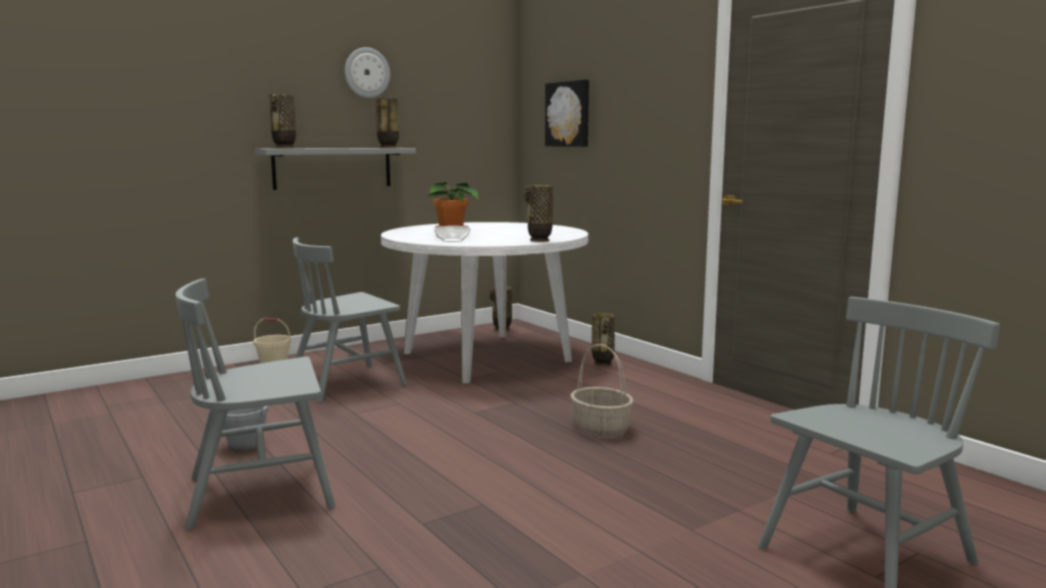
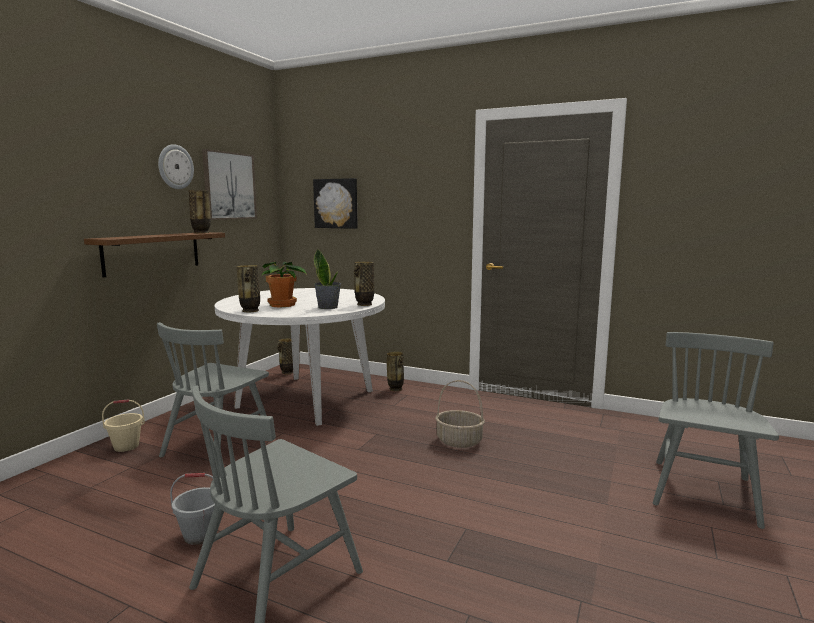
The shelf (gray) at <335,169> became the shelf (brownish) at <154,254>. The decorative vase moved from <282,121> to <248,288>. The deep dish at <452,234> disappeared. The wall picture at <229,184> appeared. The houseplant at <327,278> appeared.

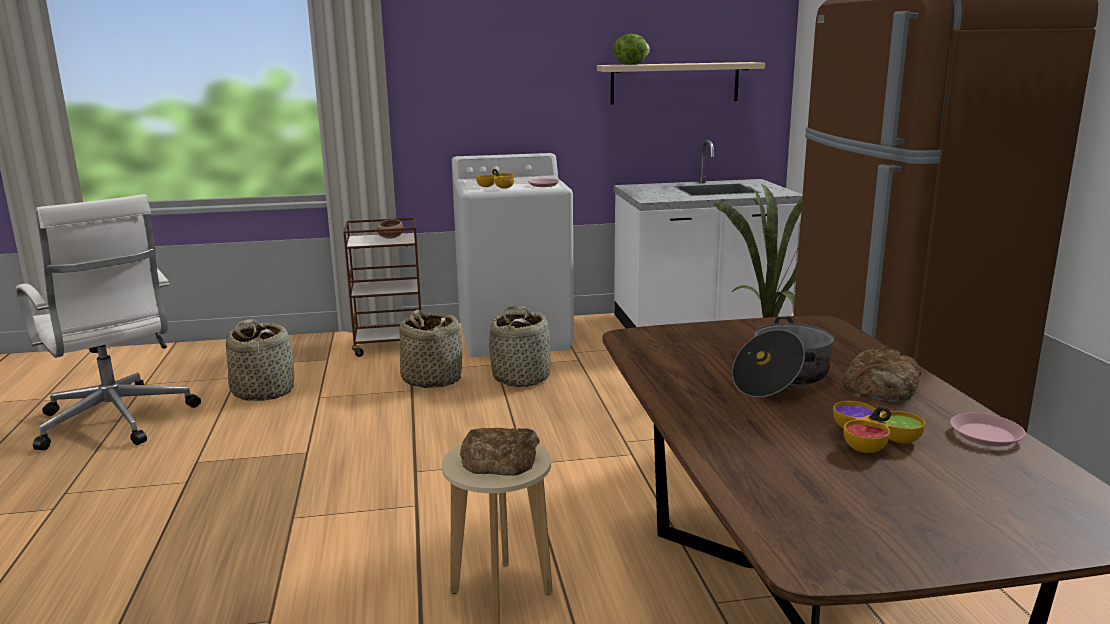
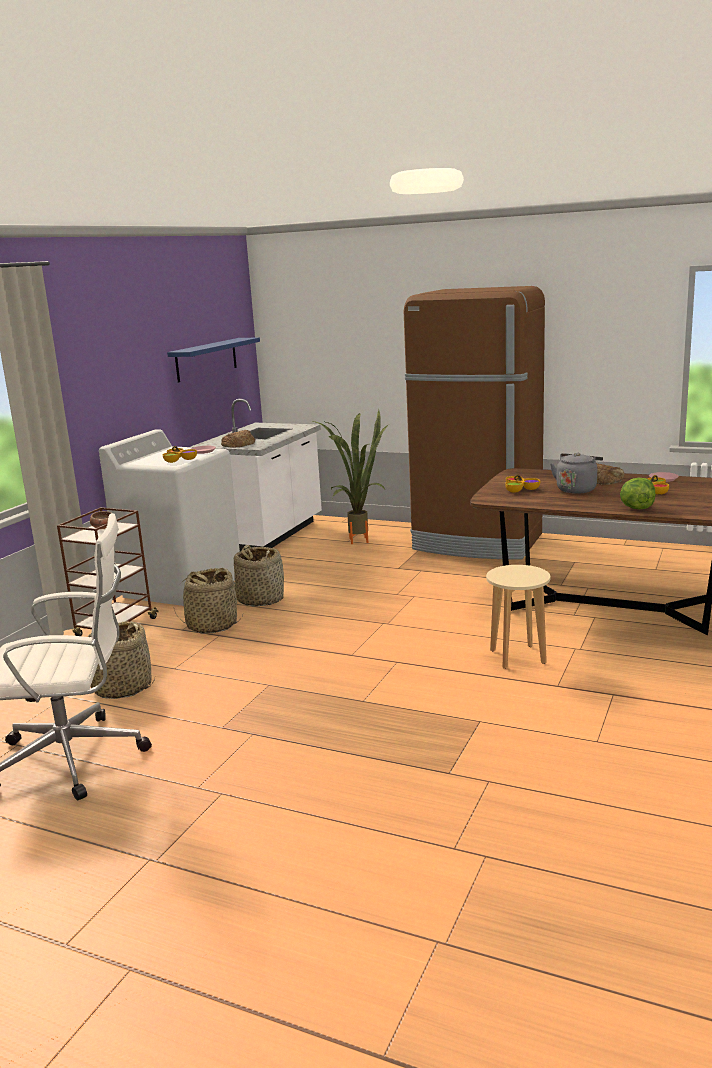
The baked bread moved from <500,452> to <238,438>. The shelf (beige) at <681,83> became the shelf (blue-coloured) at <213,360>. The lettuce head moved from <632,49> to <638,493>. The saucepot at <783,357> was replaced by the tea kettle (gray) at <576,473>. The deep dish at <522,484> appeared.

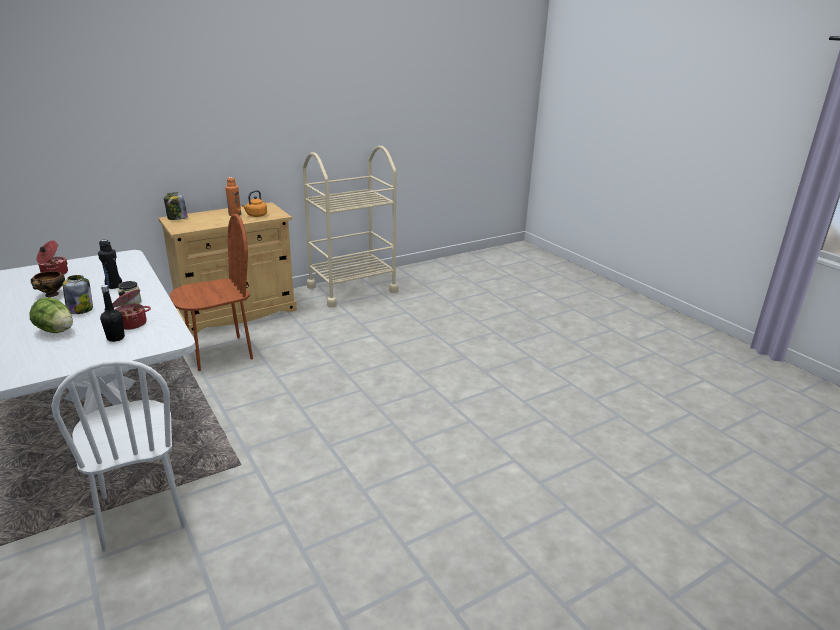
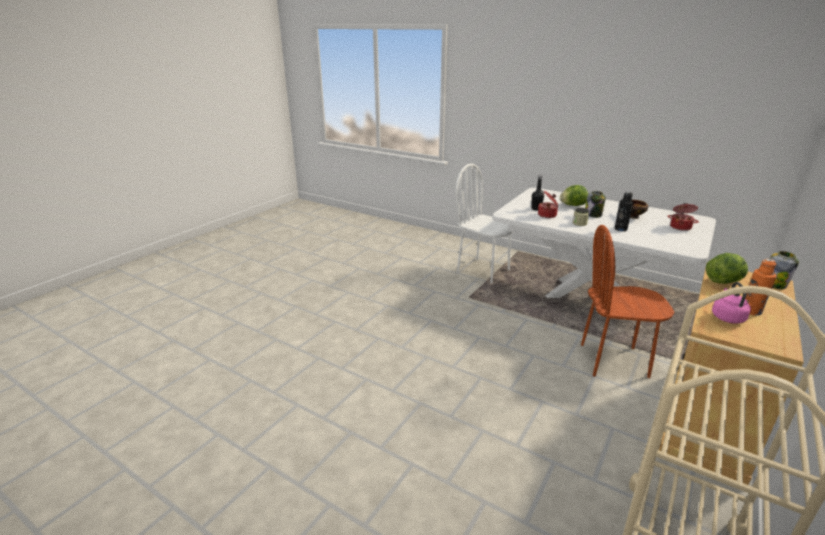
The upright chair (brownish) at <211,292> turned 60 degrees clockwise. The tea kettle (orange-coloured) at <254,203> became the tea kettle (pink-coloured) at <731,303>. The lettuce head at <727,268> appeared.

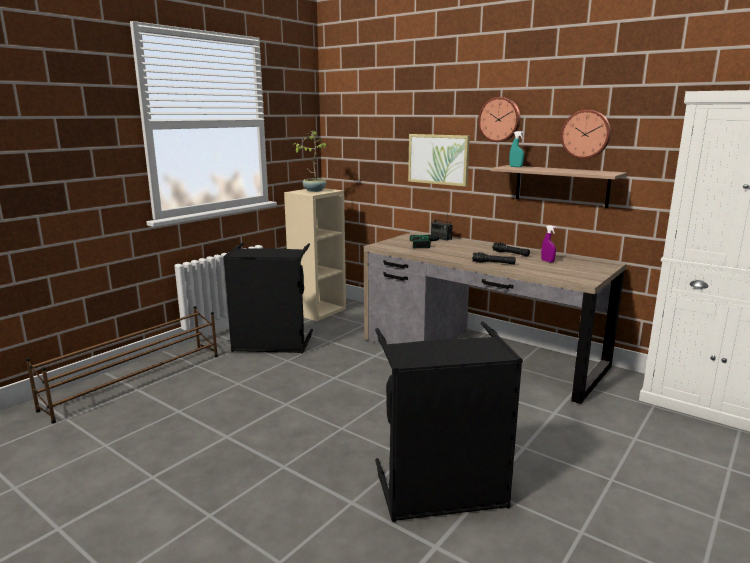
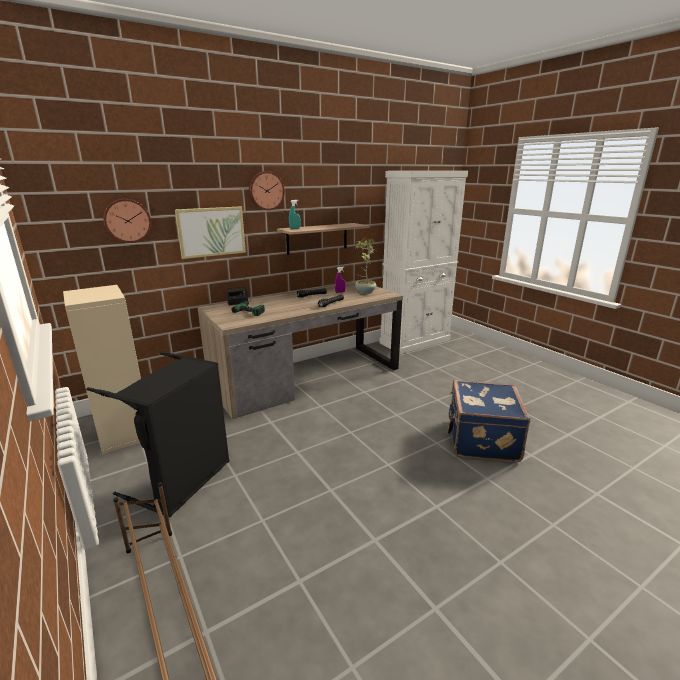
The houseplant moved from <310,161> to <365,266>. The washing basket (black-coloured) at <449,421> was replaced by the travel case (blue-coloured) at <489,421>. The hanging clock moved from <586,134> to <127,221>.

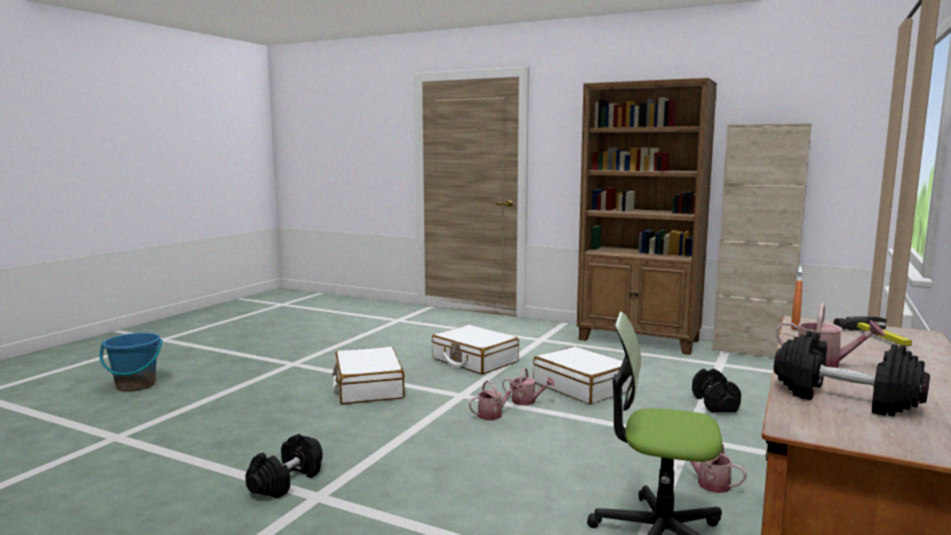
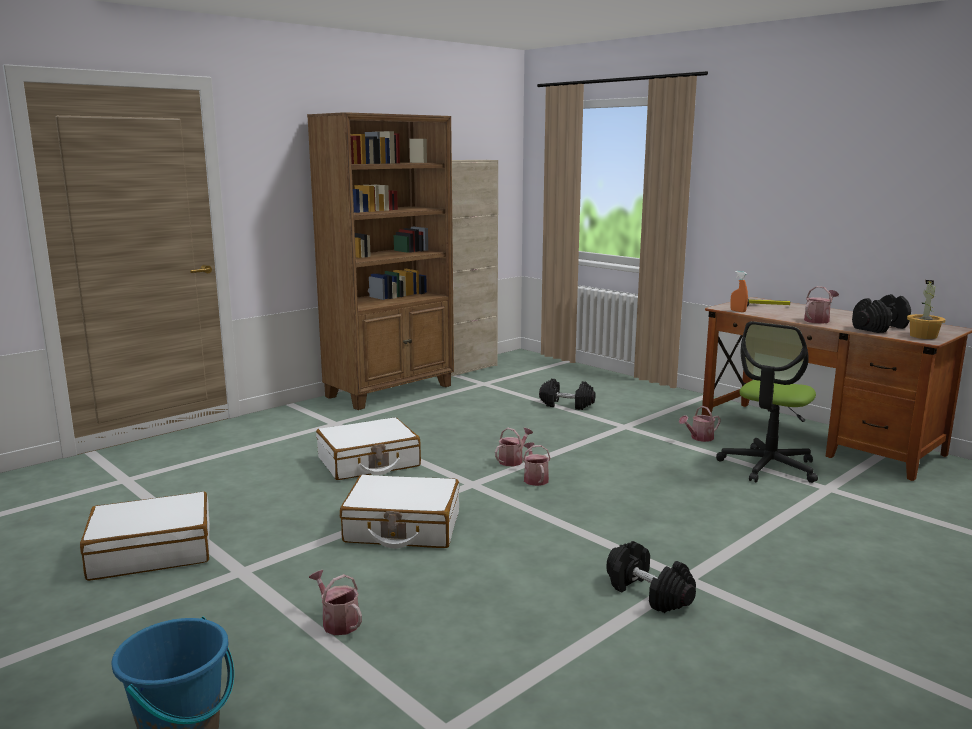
The travel case (white-coloured) moved from <582,375> to <145,536>. The sprinkling can at <335,602> appeared. The houseplant at <926,309> appeared.

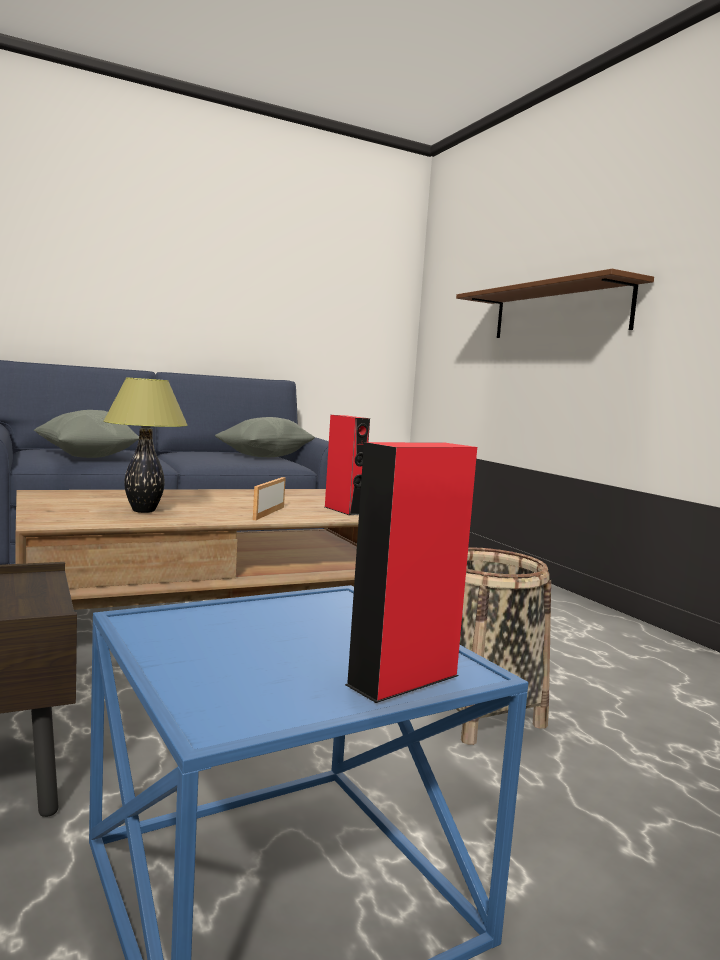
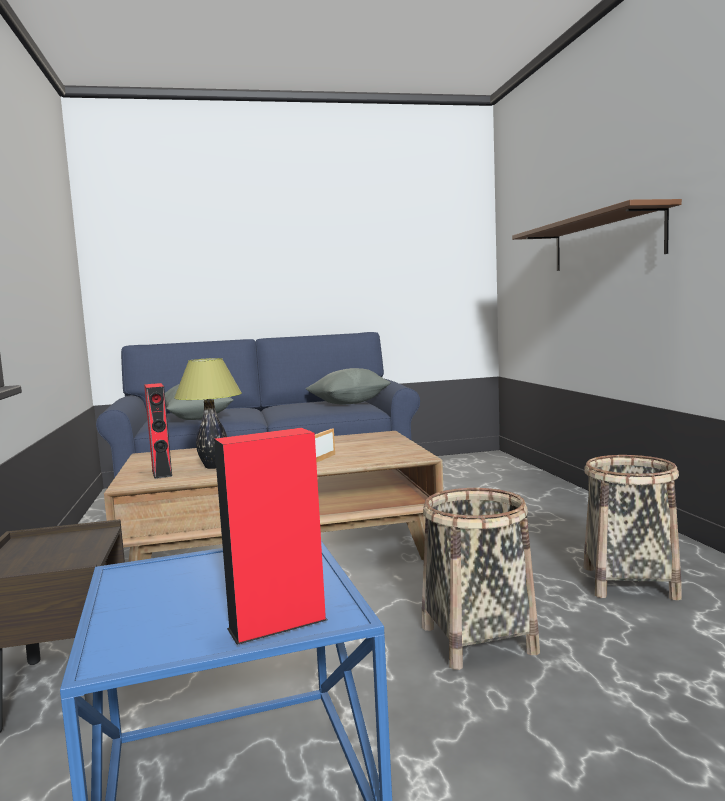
The audio speaker (reddish) moved from <347,465> to <158,431>. The basket at <633,527> appeared.

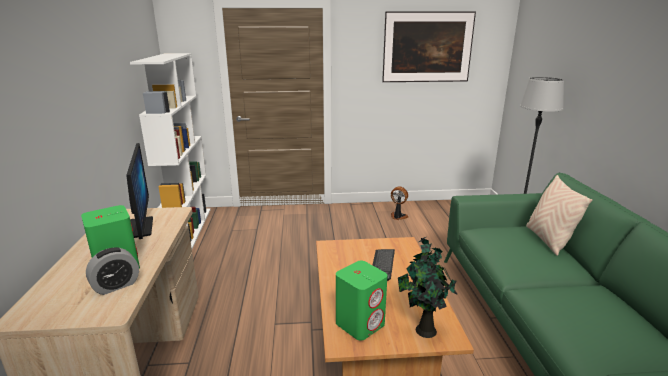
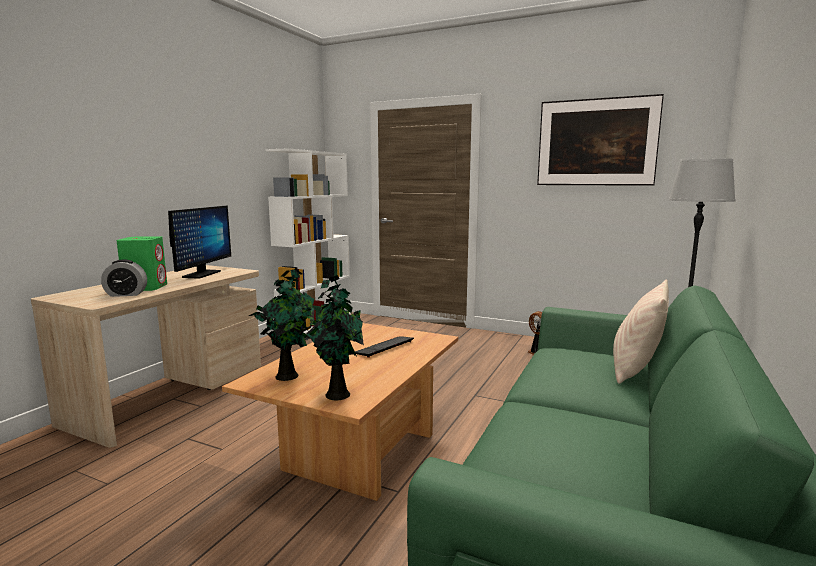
The audio speaker (green-coloured) at <361,301> was replaced by the houseplant at <282,325>.

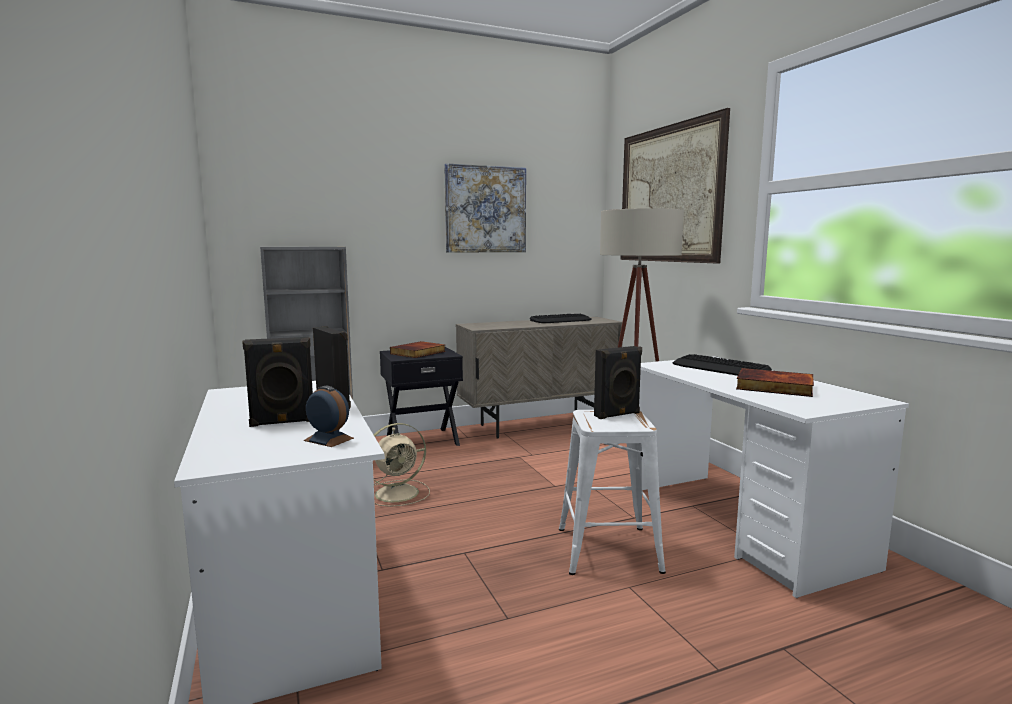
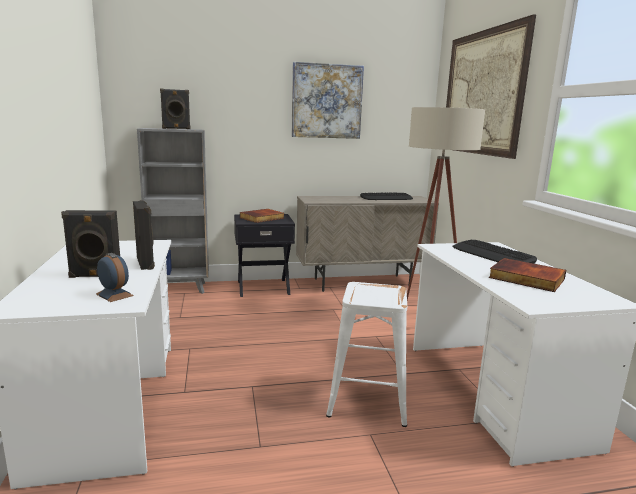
The cooling fan (beige) at <402,465> disappeared. The audio speaker (black-coloured) moved from <618,382> to <175,109>.

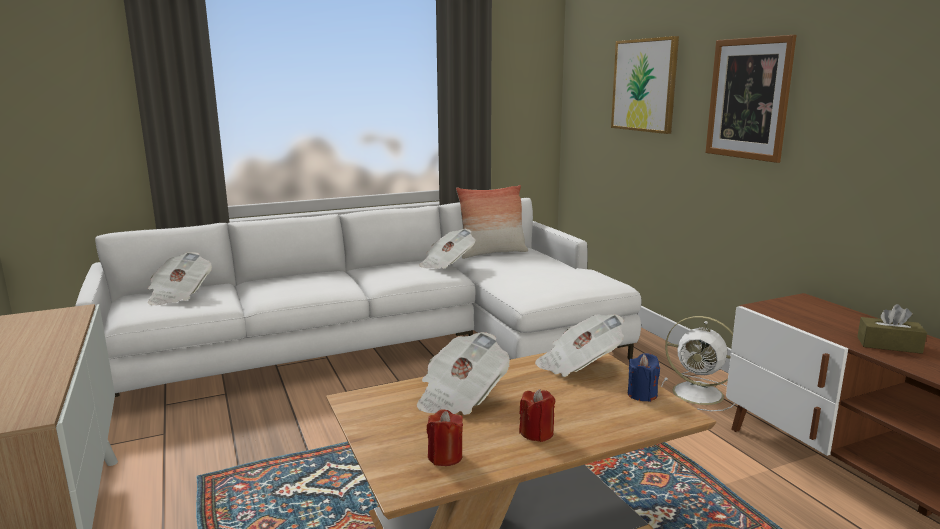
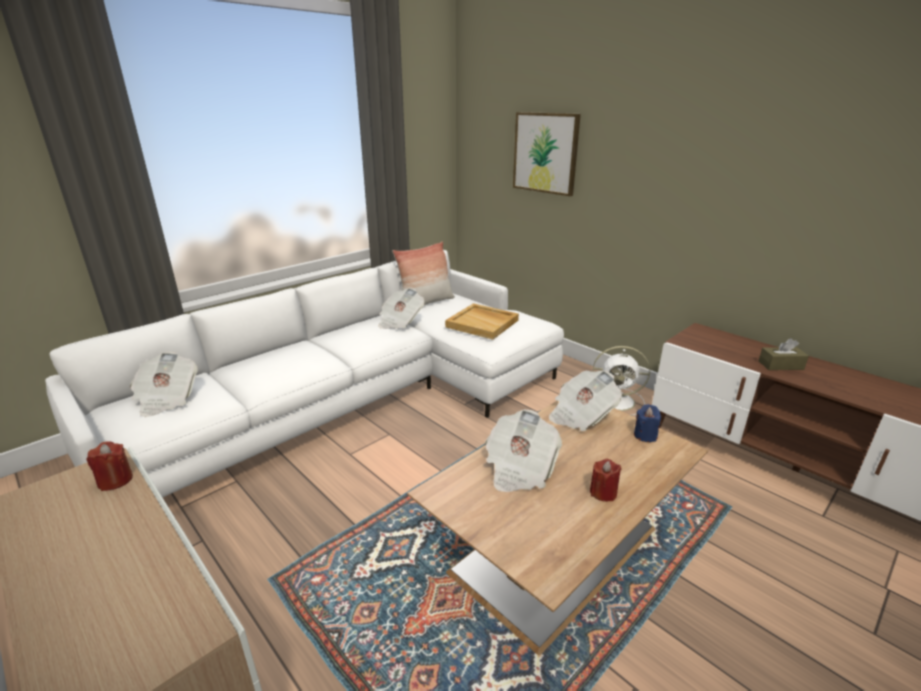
The wax light (reddish) moved from <445,437> to <109,466>. The wall picture at <751,99> disappeared. The carrying tray (beige) at <482,321> appeared.

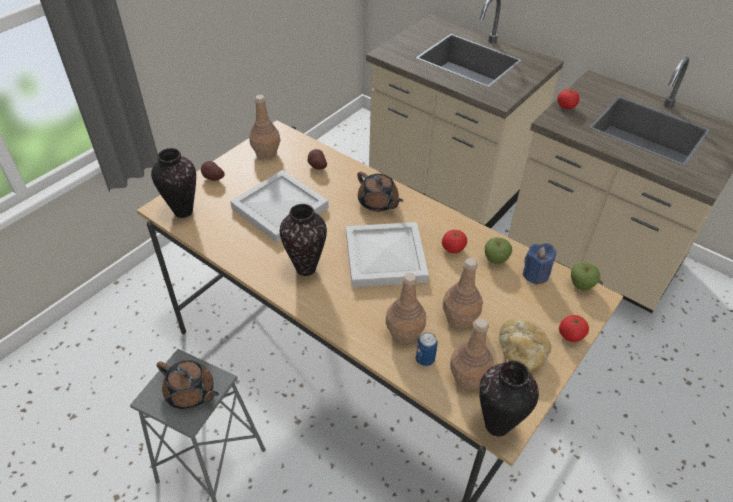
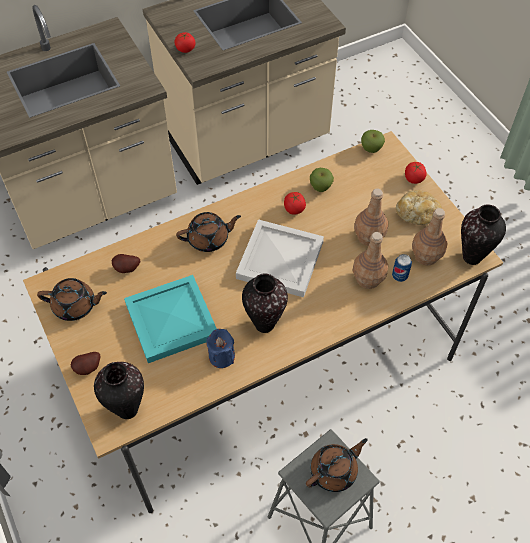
The carrying tray (white-coloured) at <279,206> became the carrying tray (turquoise-coloured) at <170,319>. The drink bottle (brownish) at <264,127> was replaced by the pot for tea (brownish) at <72,299>. The wax light (blue-coloured) moved from <539,264> to <220,348>.

